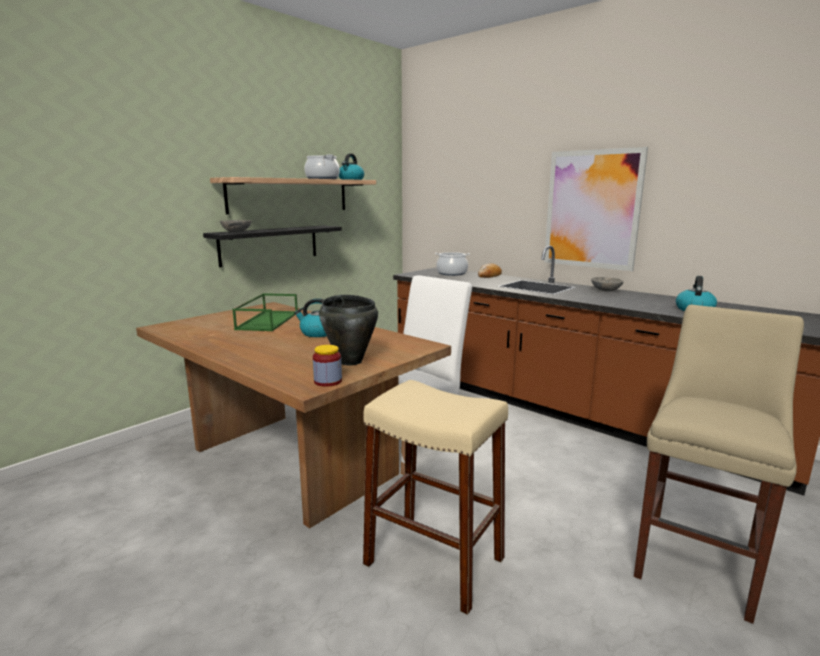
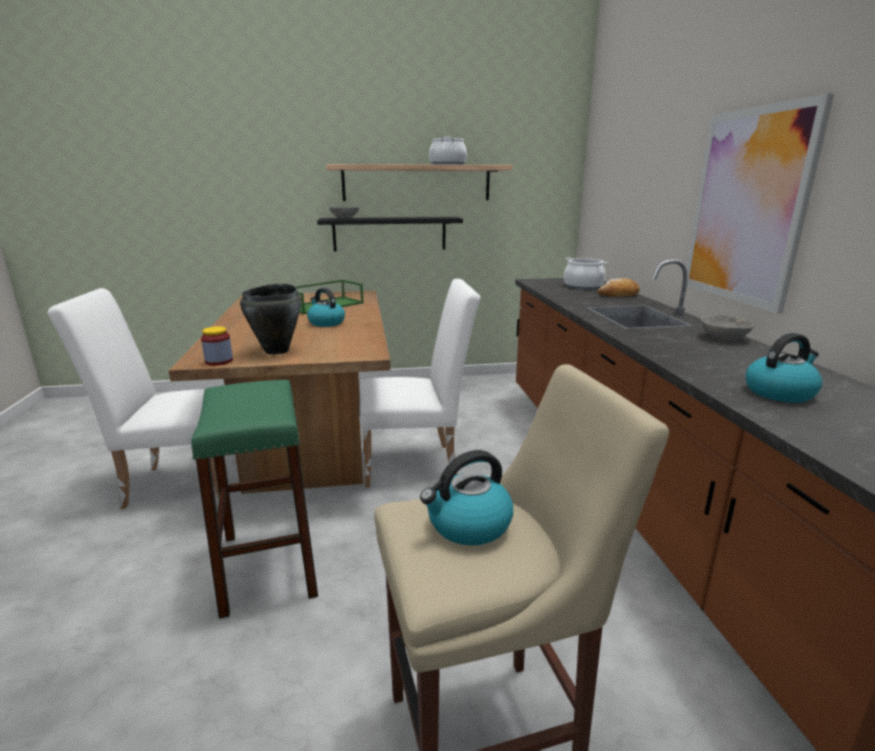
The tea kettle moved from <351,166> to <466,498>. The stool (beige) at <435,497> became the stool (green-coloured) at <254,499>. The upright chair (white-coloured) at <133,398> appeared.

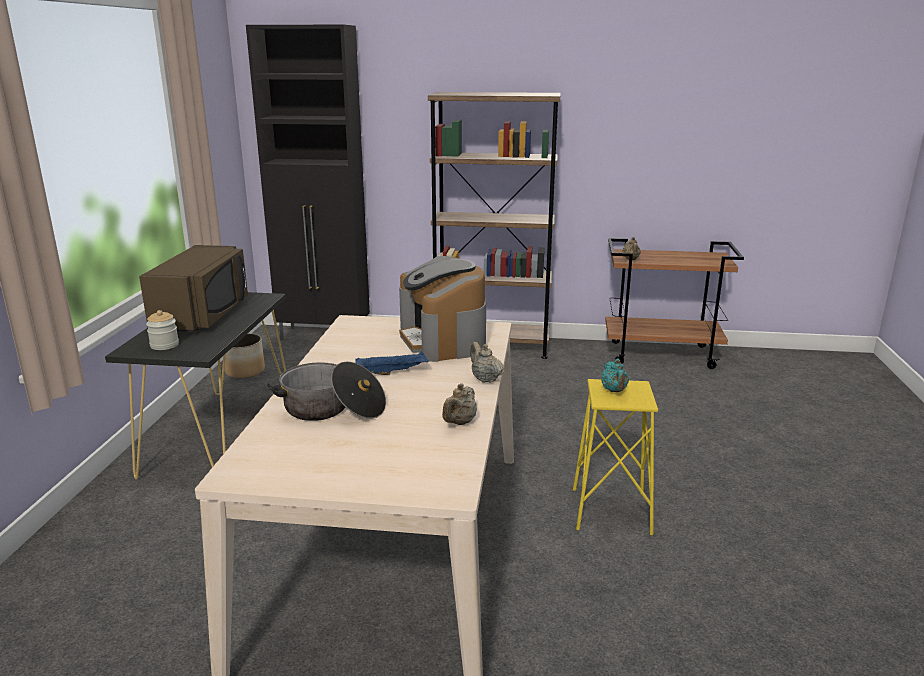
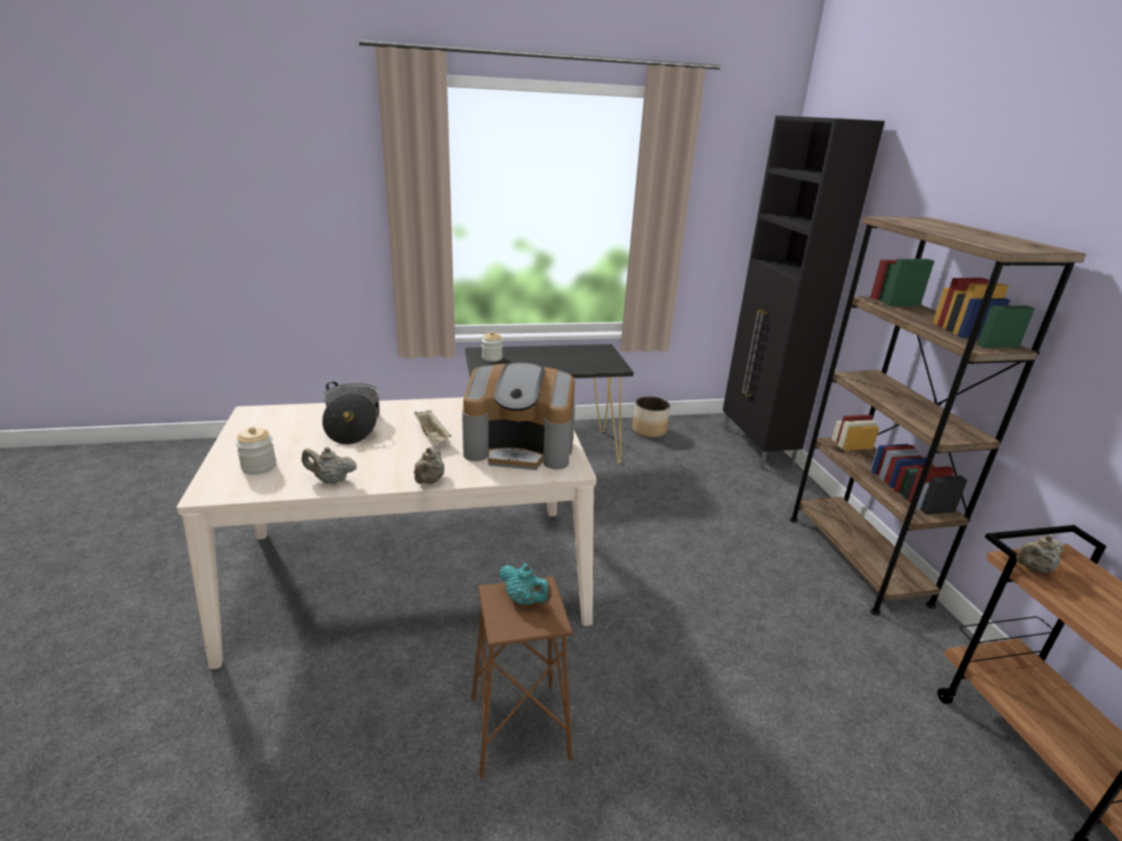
The kitchen microwave (brownish) at <193,288> disappeared. The carrying tray (blue-coloured) at <392,363> became the carrying tray (beige) at <432,426>. The coffee machine at <442,309> turned 135 degrees counterclockwise. The pot for tea (beige) at <487,362> turned 150 degrees clockwise. The stool (yellow) at <615,457> became the stool (brownish) at <522,677>. The pot for tea (turquoise-coloured) at <615,375> turned 120 degrees counterclockwise. The preserve jar at <256,451> appeared.

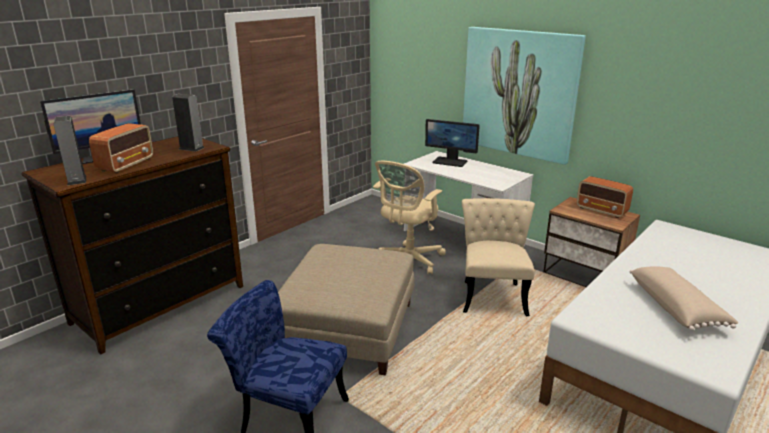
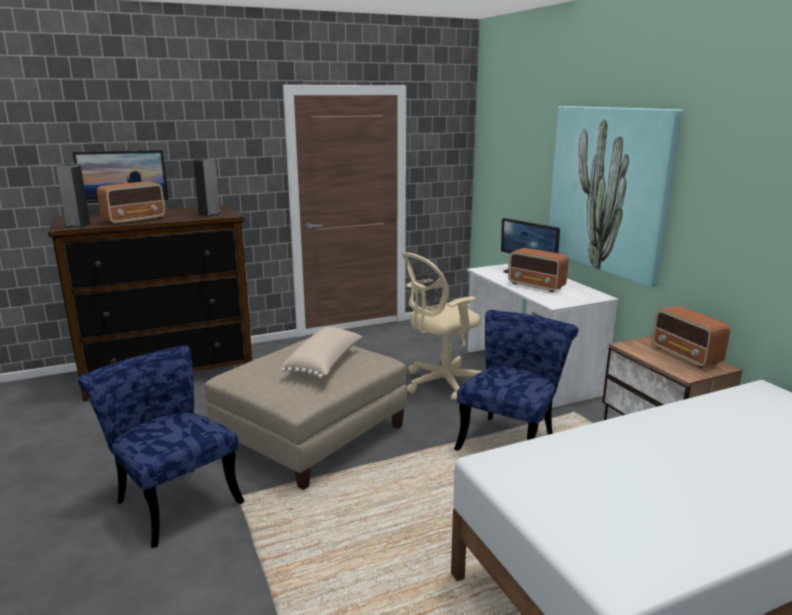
The upright chair (beige) at <498,257> became the upright chair (blue-coloured) at <516,380>. The pillow (beige) moved from <684,299> to <322,352>. The radio set at <538,270> appeared.

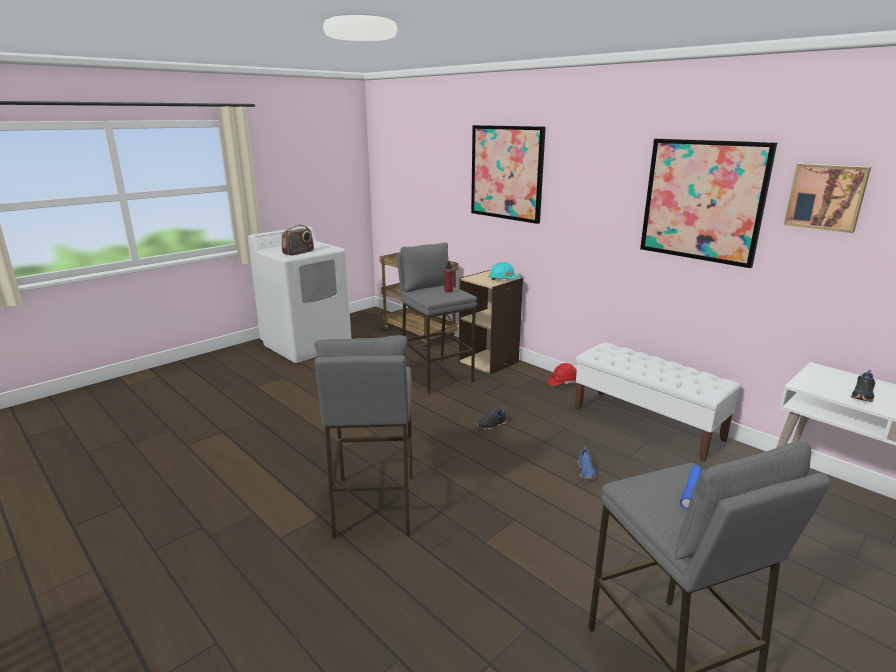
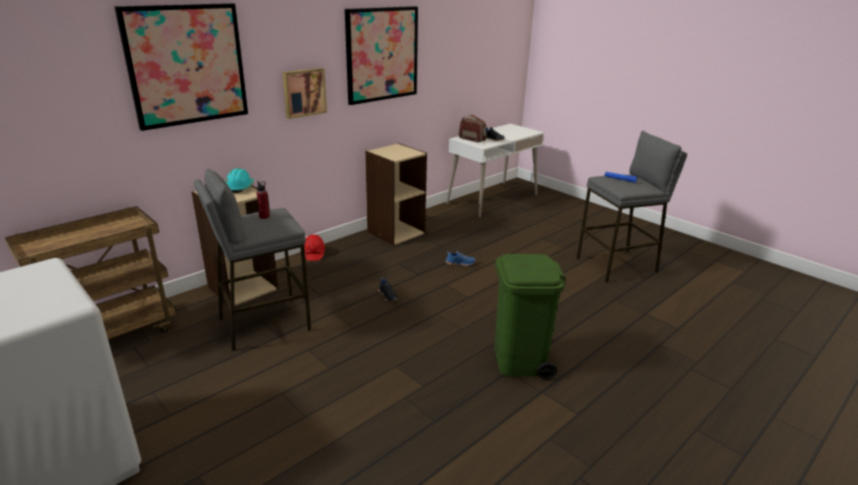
The radio set moved from <298,240> to <472,129>. The stool (gray) at <363,437> was replaced by the trash can (green-coloured) at <530,317>. The indoor bench (white-coloured) at <658,402> was replaced by the bookcase (beige) at <396,194>. The wall picture moved from <827,198> to <305,93>.

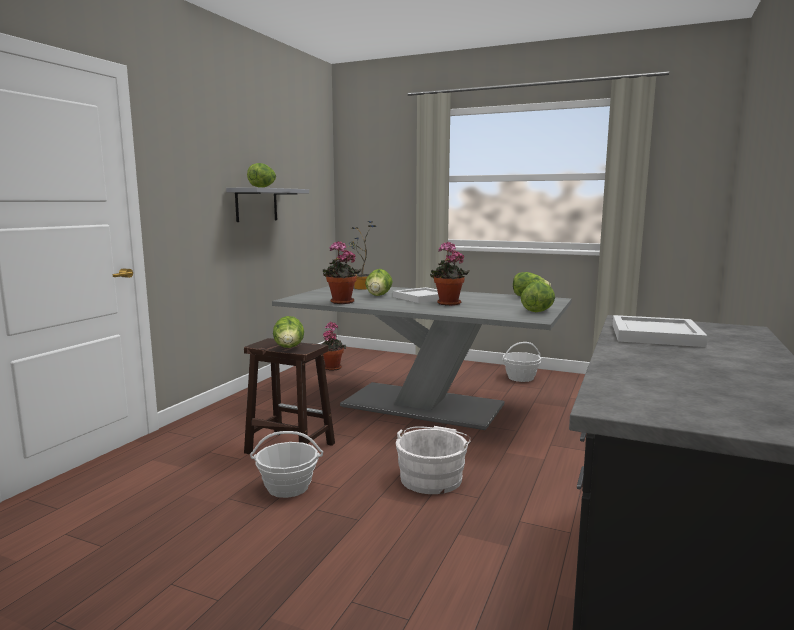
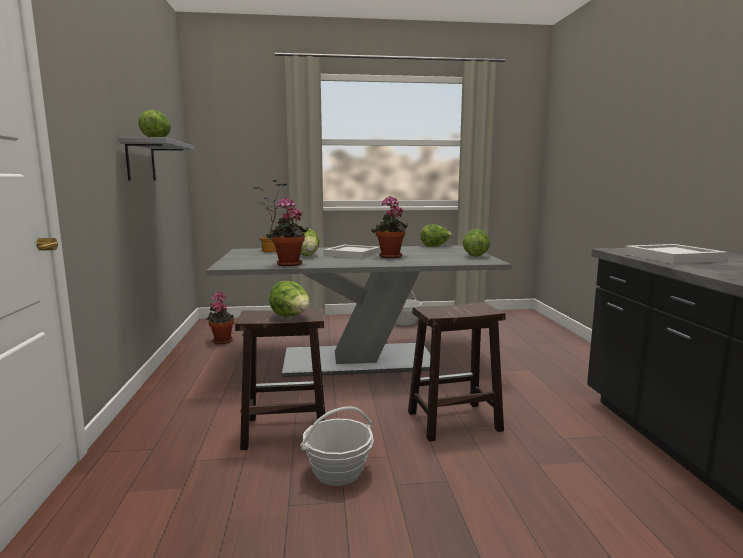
The pail (white-coloured) at <433,460> was replaced by the stool (brownish) at <457,372>.

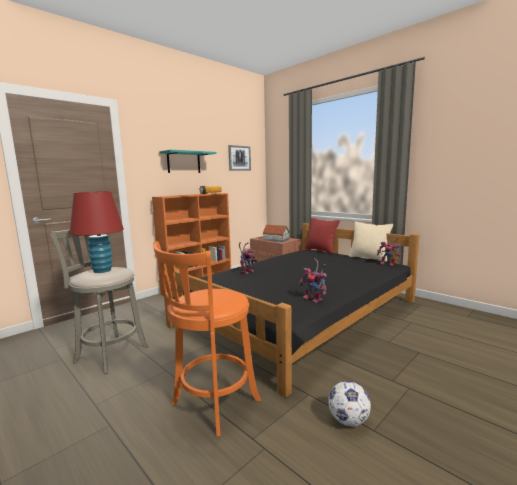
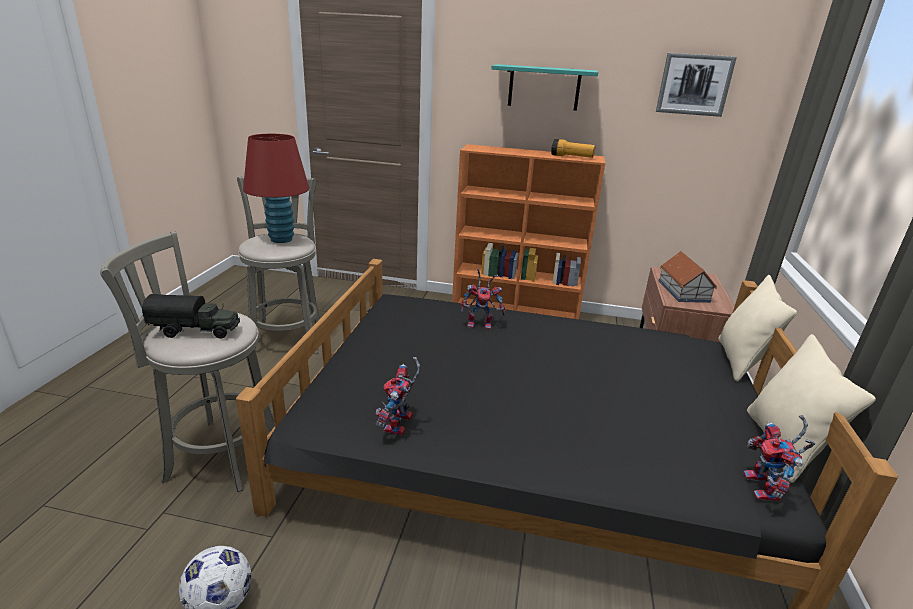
The stool (orange-coloured) at <207,339> became the stool (gray) at <187,361>. The pillow (reddish) at <322,236> became the pillow (beige) at <757,328>. The toy lorry at <191,316> appeared.

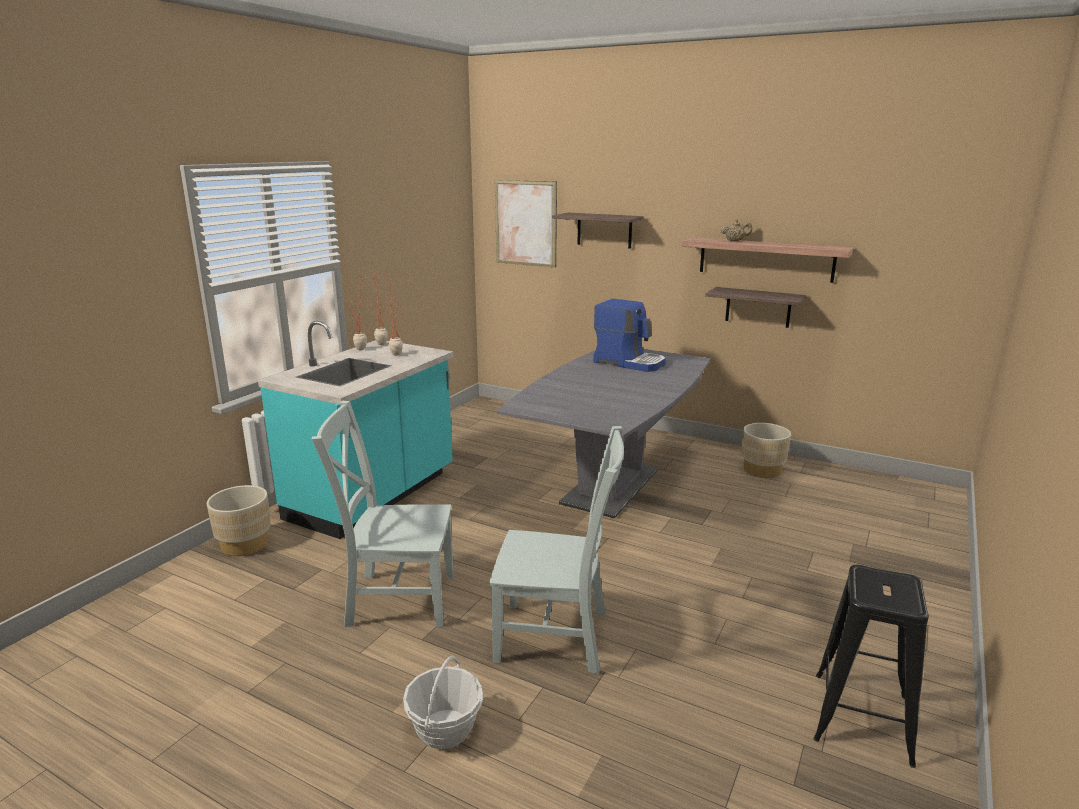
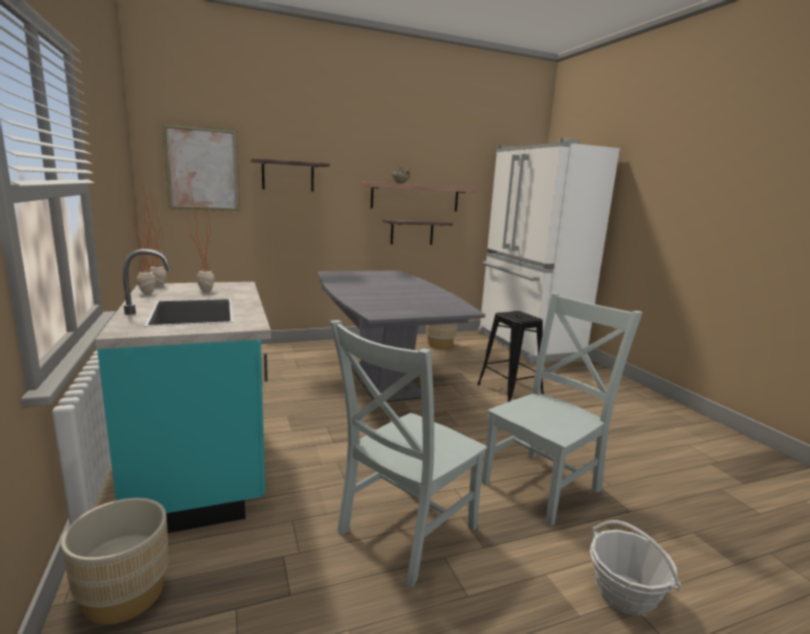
The coffee machine at <629,335> disappeared. The stool (black-coloured) moved from <871,666> to <510,356>. The fridge (white-coloured) at <549,250> appeared.

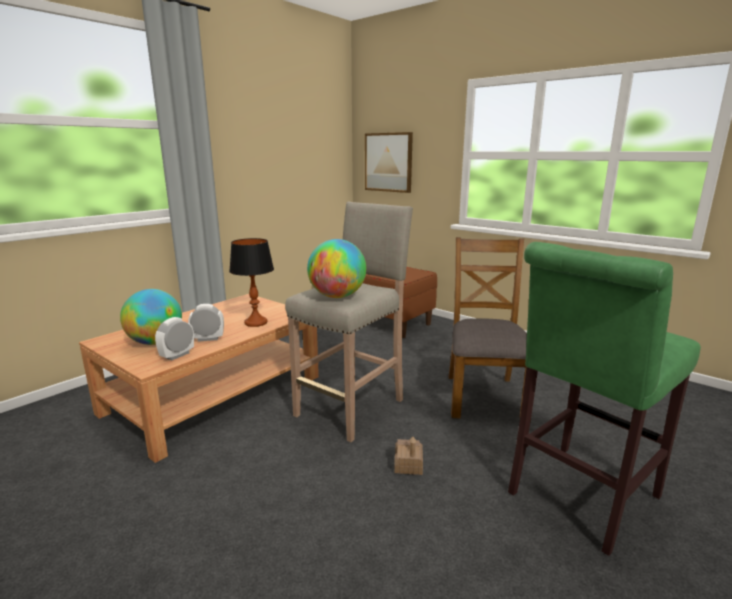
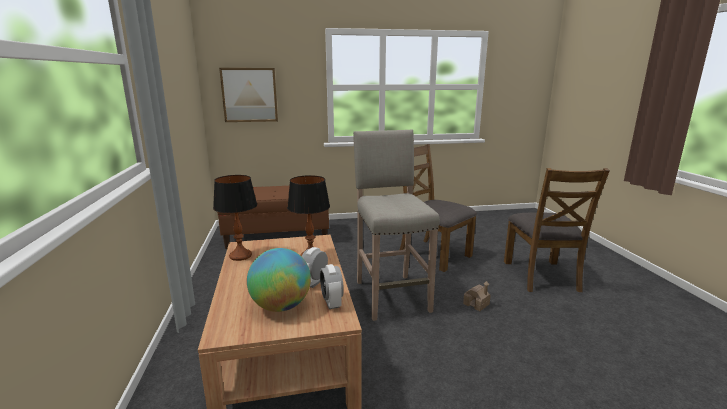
The world globe at <336,268> disappeared. The stool (green-coloured) at <604,399> was replaced by the upright chair (brownish) at <557,230>. The tabletop lamp at <235,218> appeared.

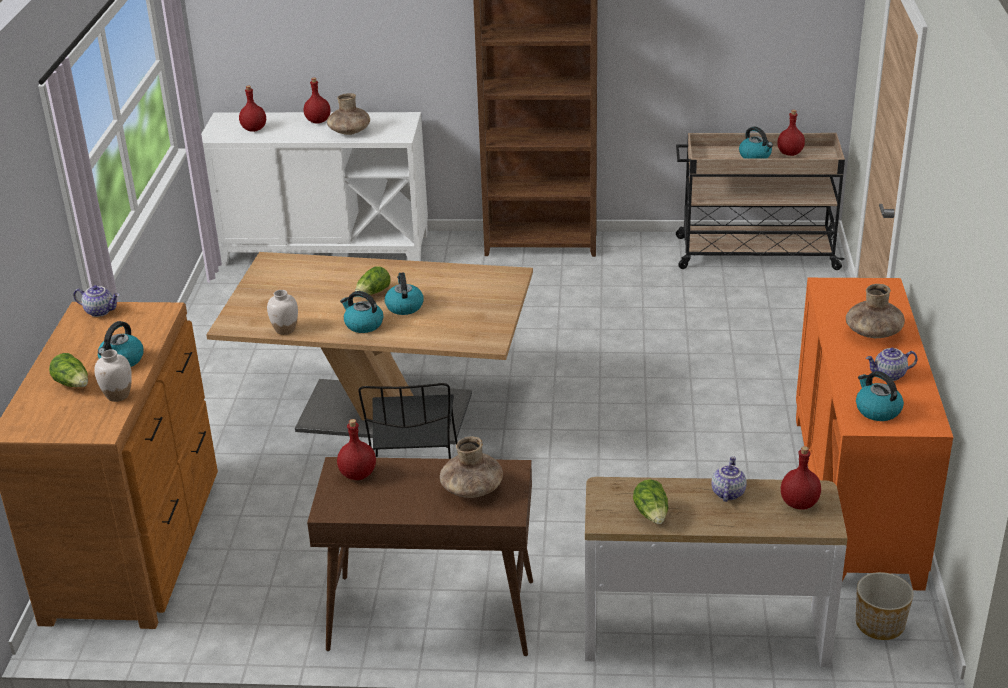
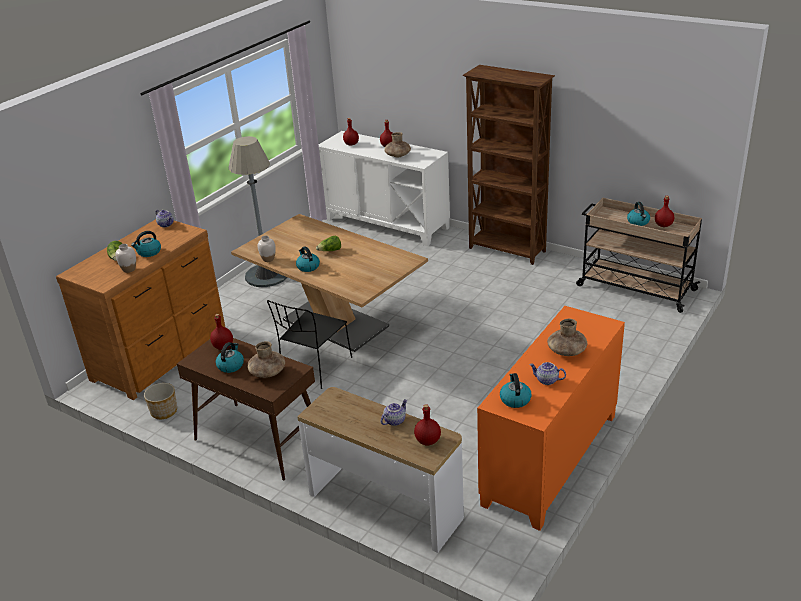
The tea kettle moved from <404,293> to <230,357>. The lettuce head at <650,501> disappeared. The plant pot moved from <884,606> to <160,401>. The floor lamp (gray) at <258,211> appeared.

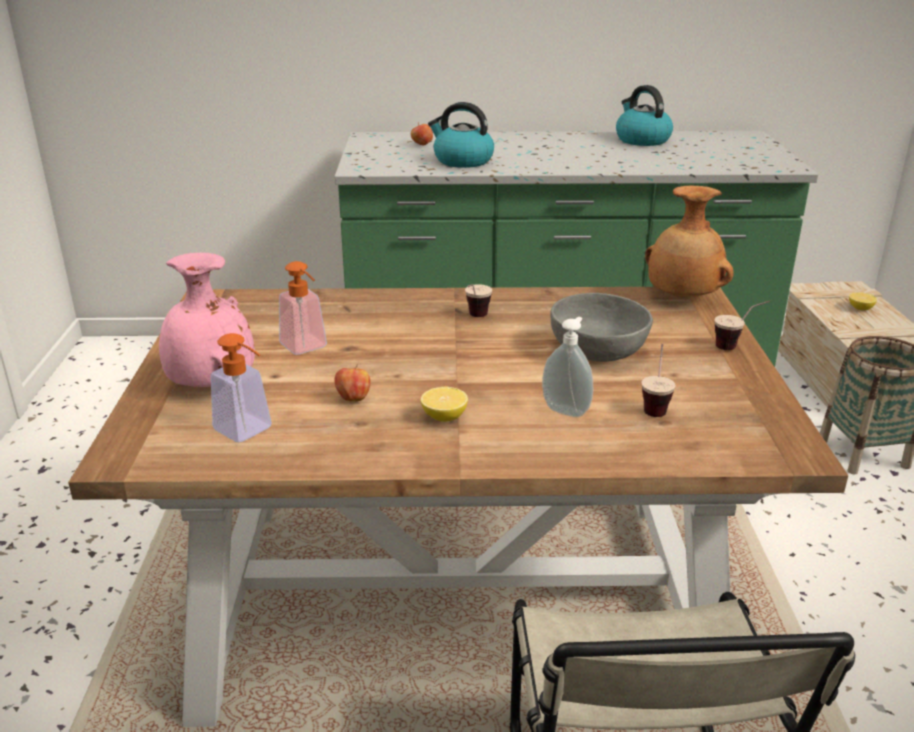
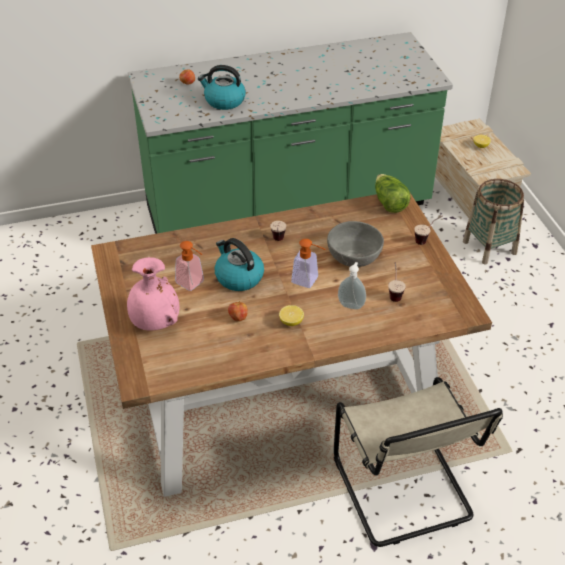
The liquid soap bottle moved from <241,387> to <308,263>. The tea kettle moved from <644,115> to <239,264>. The decorative vase (brownish) at <689,241> was replaced by the lettuce head at <393,193>.

